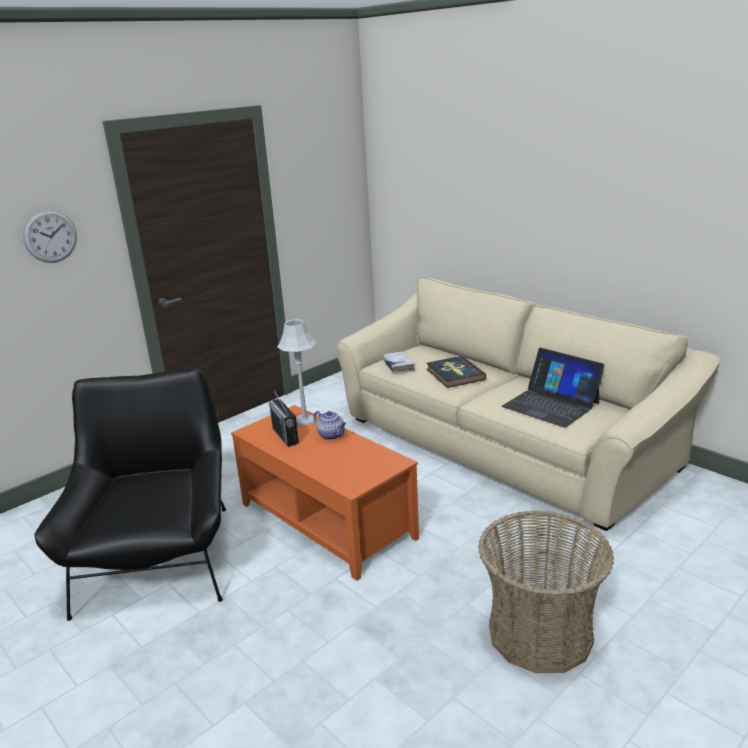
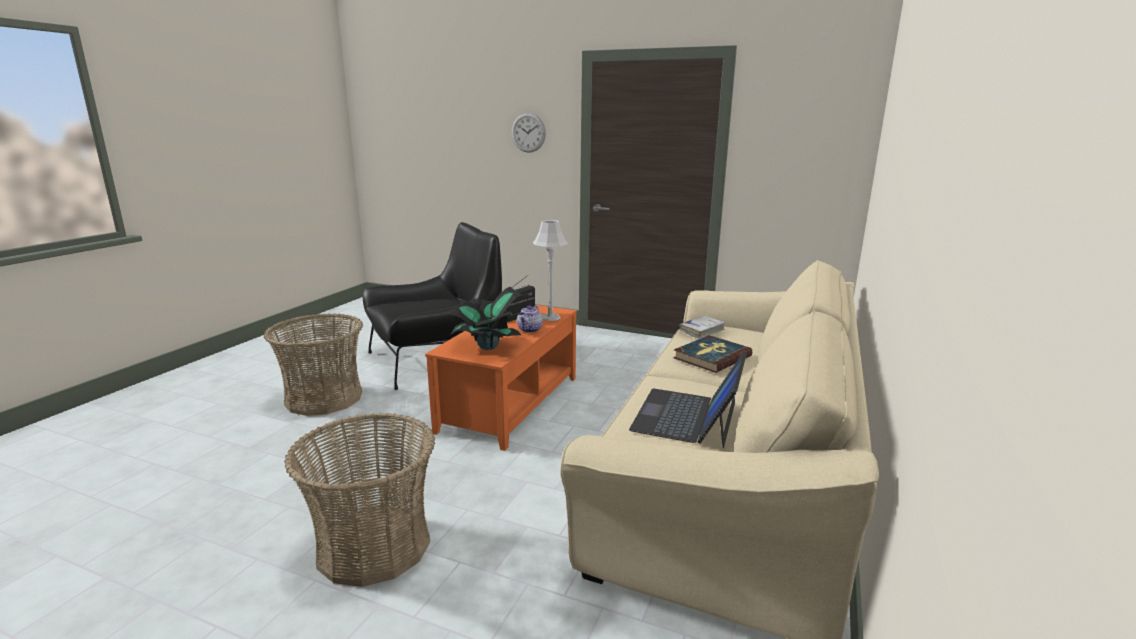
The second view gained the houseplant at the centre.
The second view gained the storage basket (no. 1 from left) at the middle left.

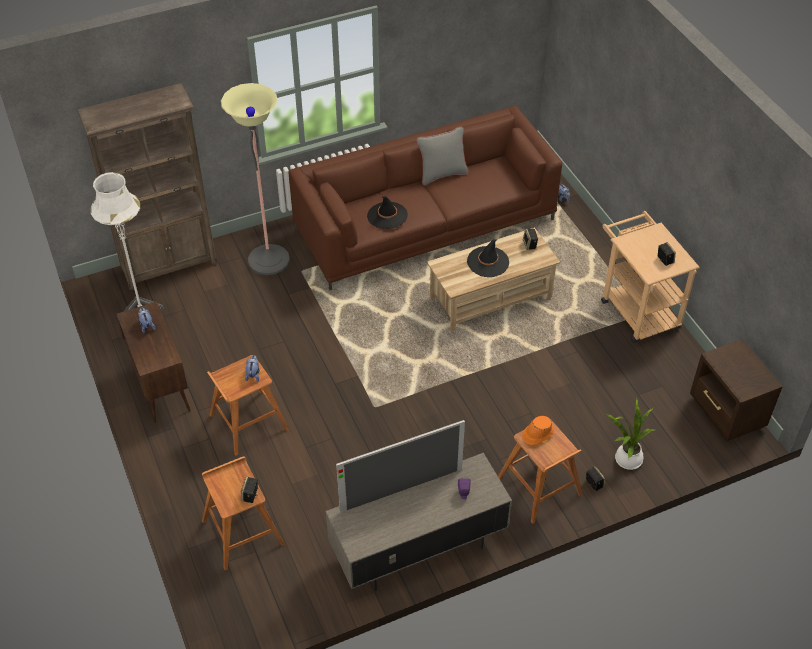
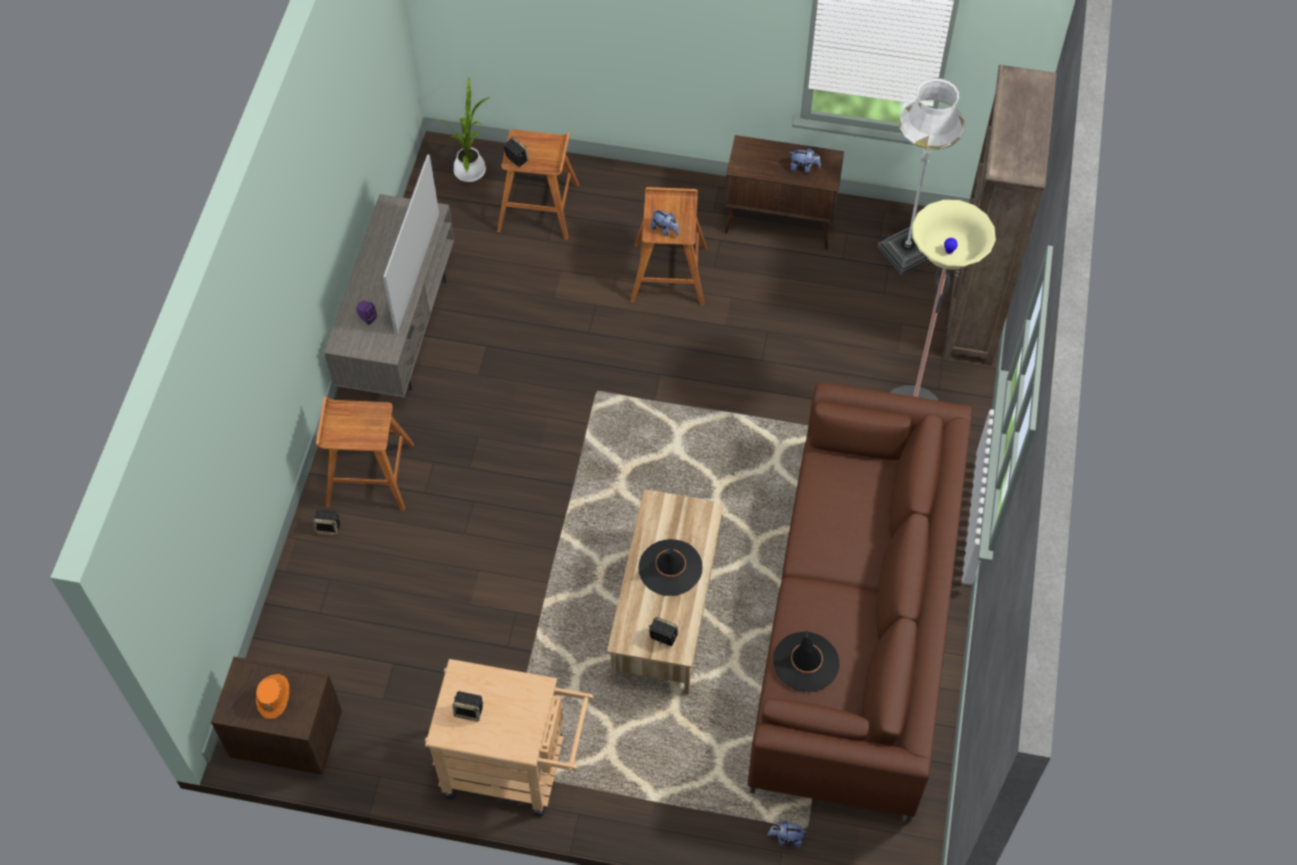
The second view lost the gray pillow at the top centre.
The black-coloured clothing hat (no. 1 from left in the first image) ended up elsewhere, having gone from the top centre to the bottom centre.
The houseplant ended up elsewhere, having gone from the bottom right to the top centre.
The orange-coloured clothing hat ended up elsewhere, having gone from the centre to the bottom left.

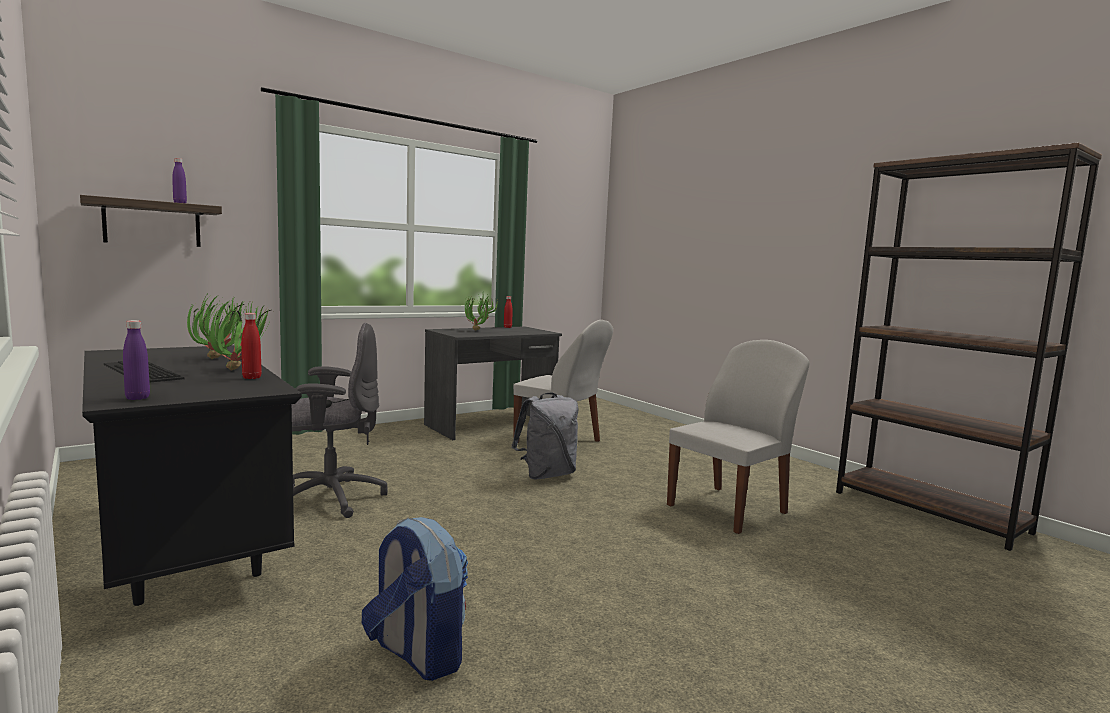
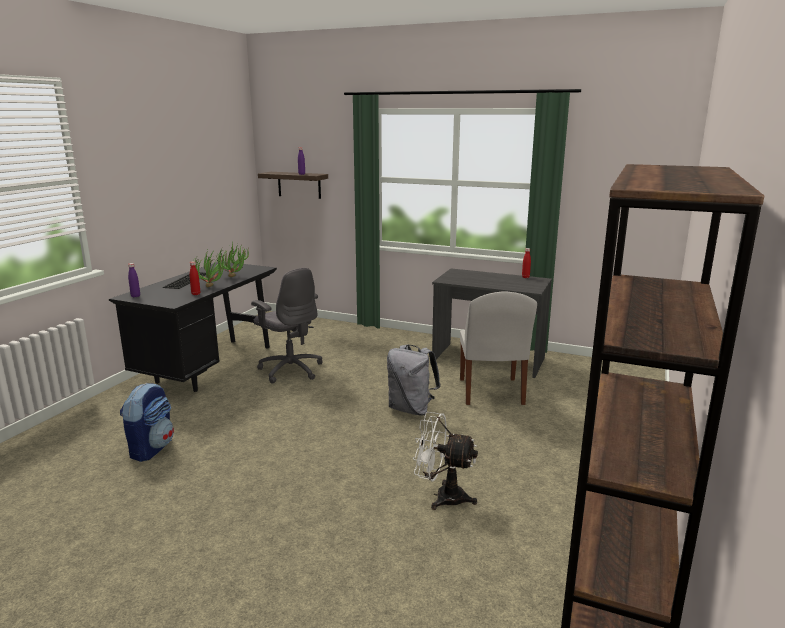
The second view lost the houseplant (no. 3 from left) at the centre.
Where the white-coloured plain chair (no. 2 from left) stood at the centre, the white-coloured electric fan came to stand at the bottom centre.

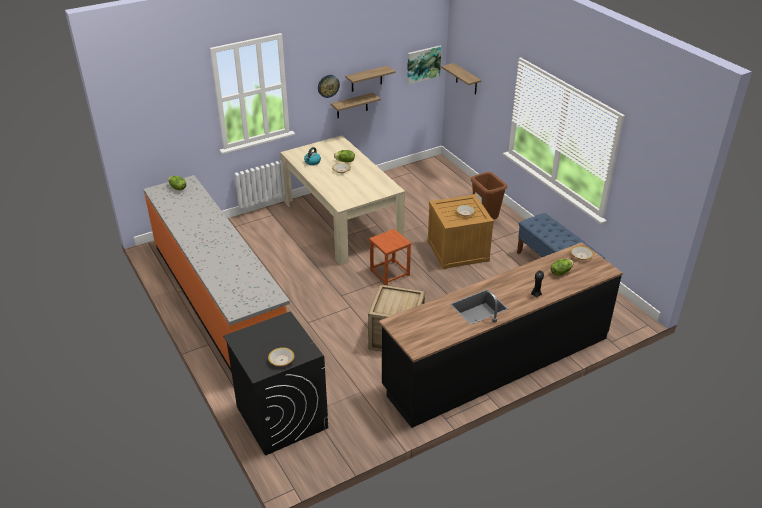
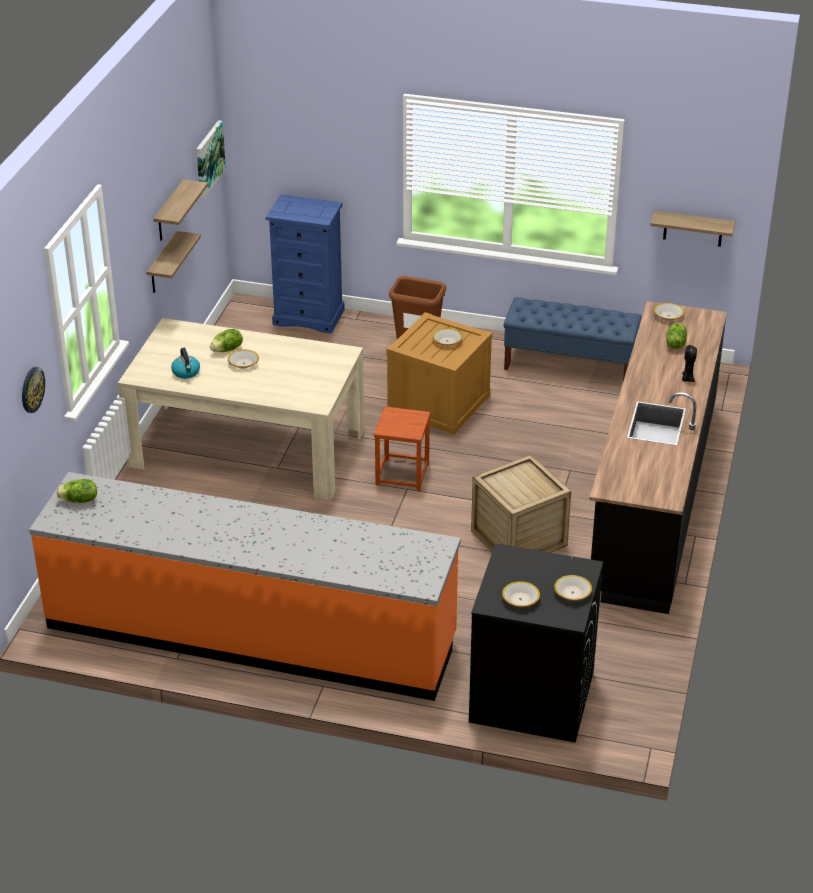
The shelf (no. 3 from left) ended up elsewhere, having gone from the top centre to the top right.
The hanging clock ended up elsewhere, having gone from the top centre to the middle left.
The second view gained the blue-coloured chest of drawers at the top centre.
The second view gained the bowl (no. 3 from left) at the centre.

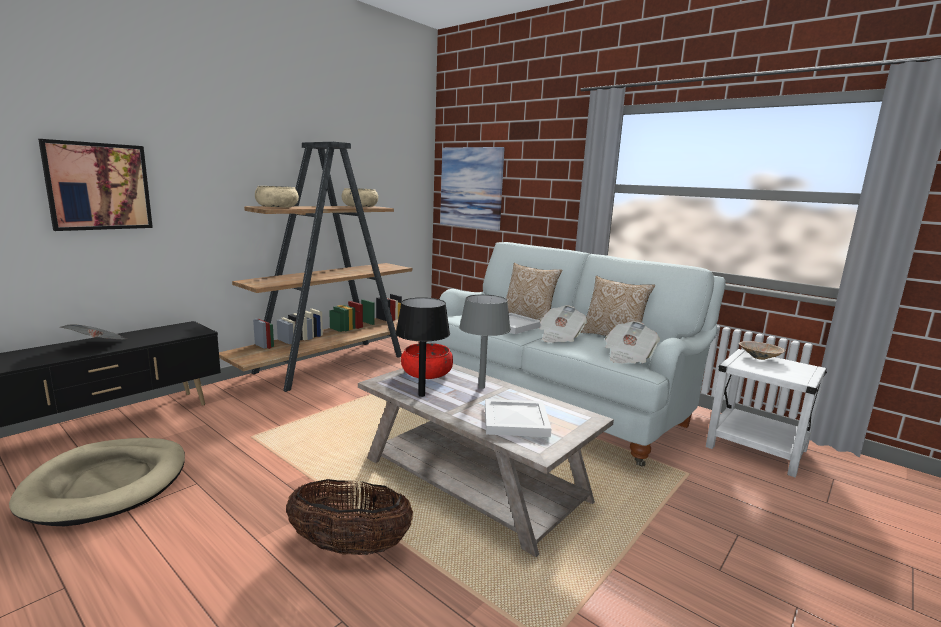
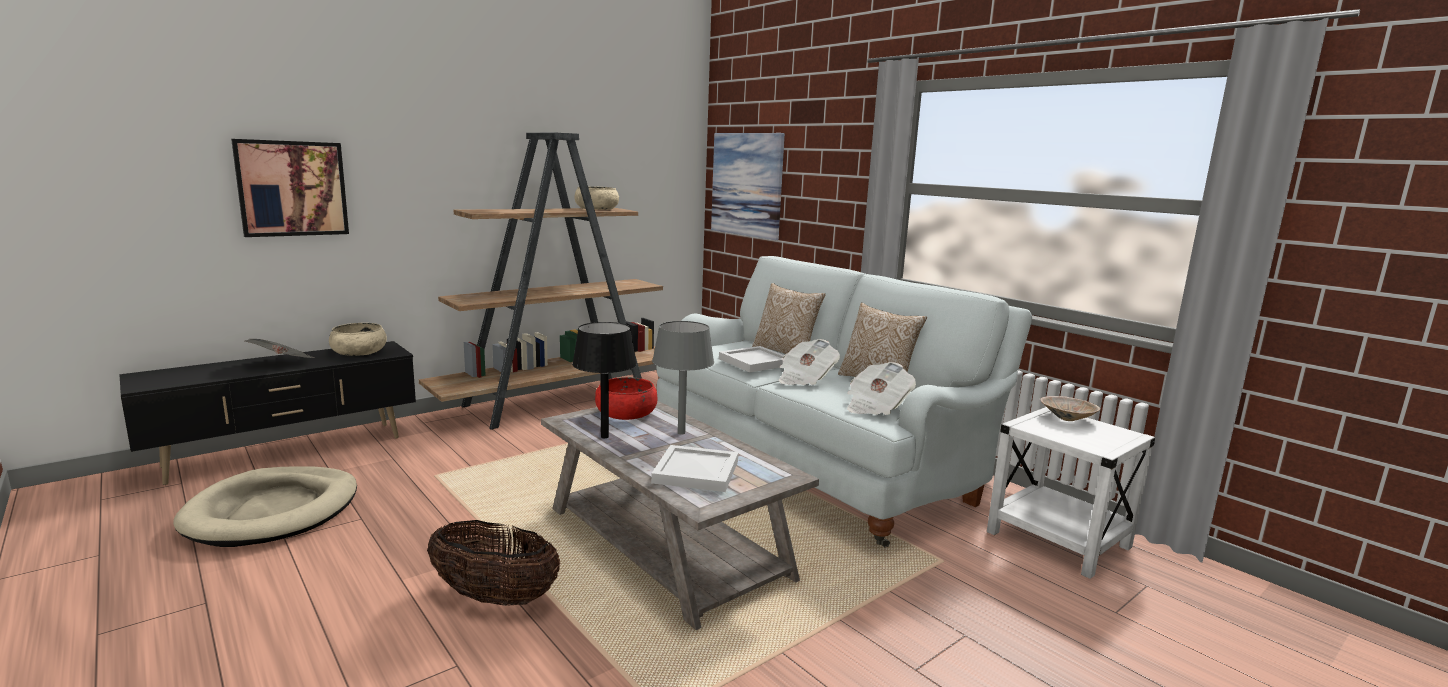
The sand-coloured bowl (no. 1 from left) ended up elsewhere, having gone from the top left to the middle left.

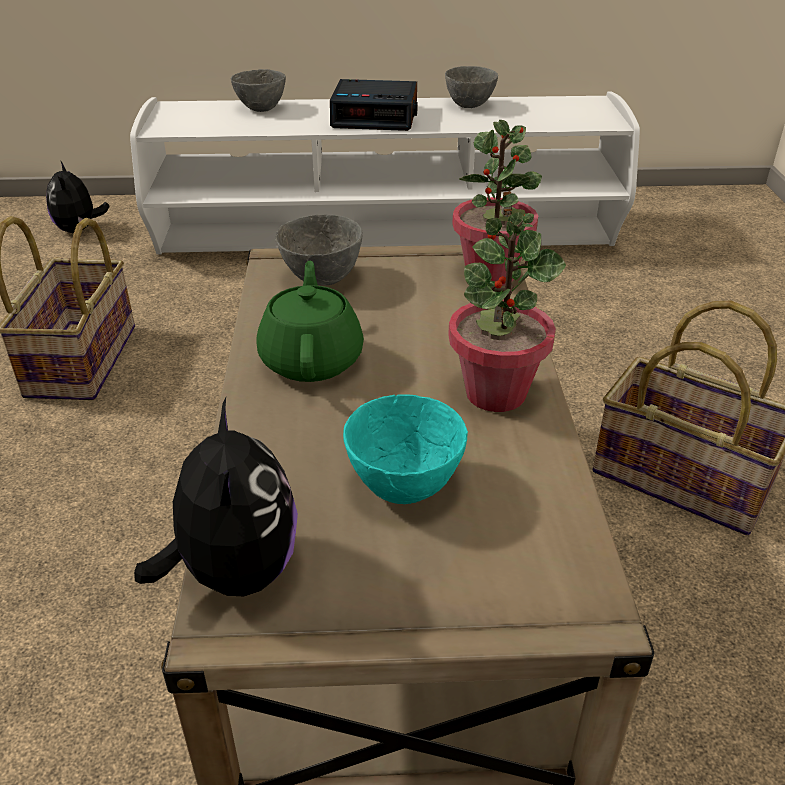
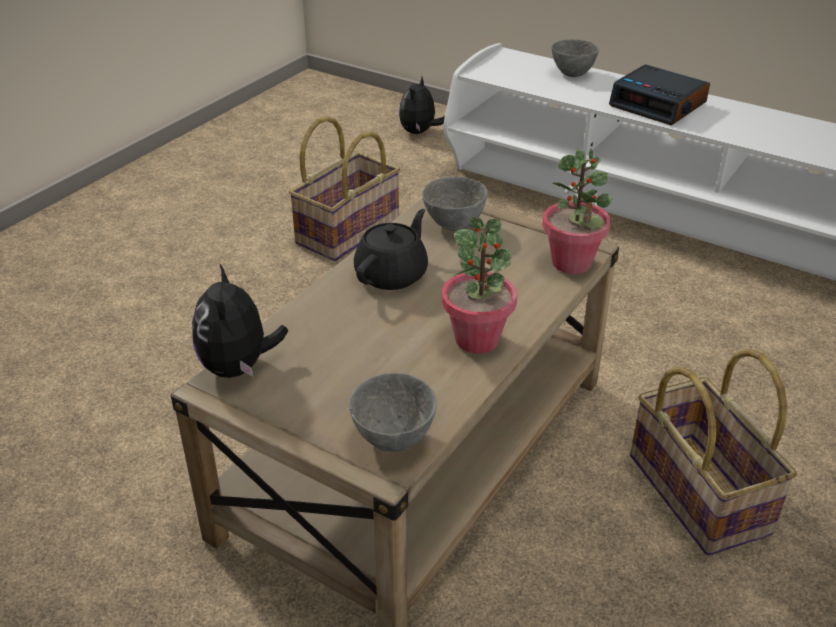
The gray bowl (no. 3 from left in the first image) ended up elsewhere, having gone from the top centre to the centre.
What was the green-coloured teapot at the centre turned into the black-coloured teapot at the centre.
The second view lost the turquoise-coloured bowl at the centre.
The cuddly toy (no. 2 from left in the first image) at the middle left ended up facing another way, 150 degrees clockwise from before.

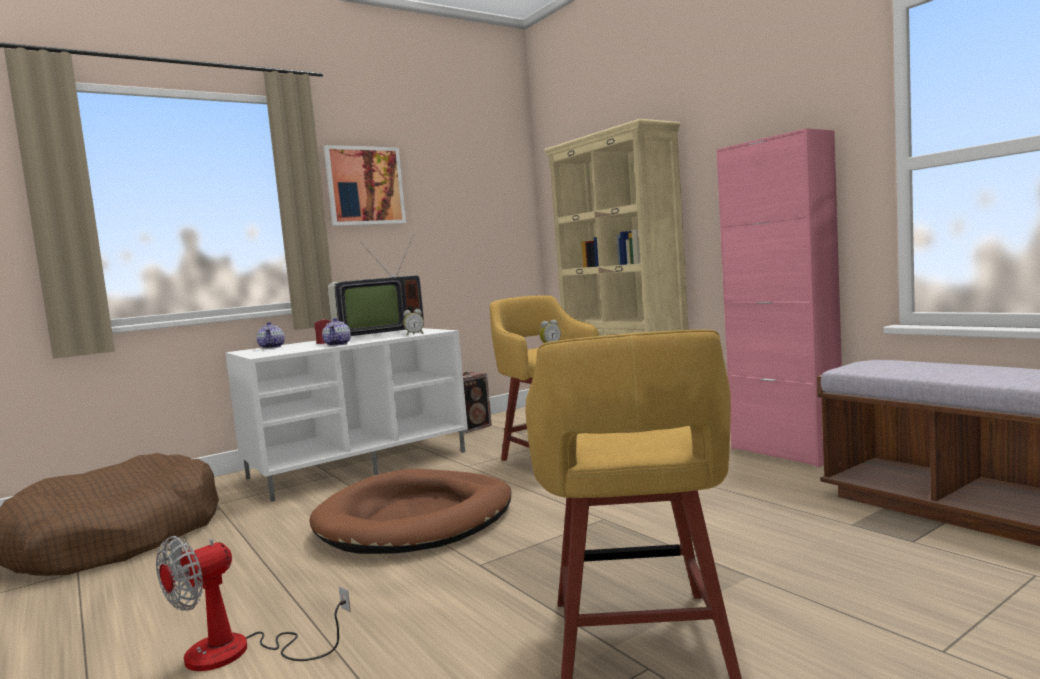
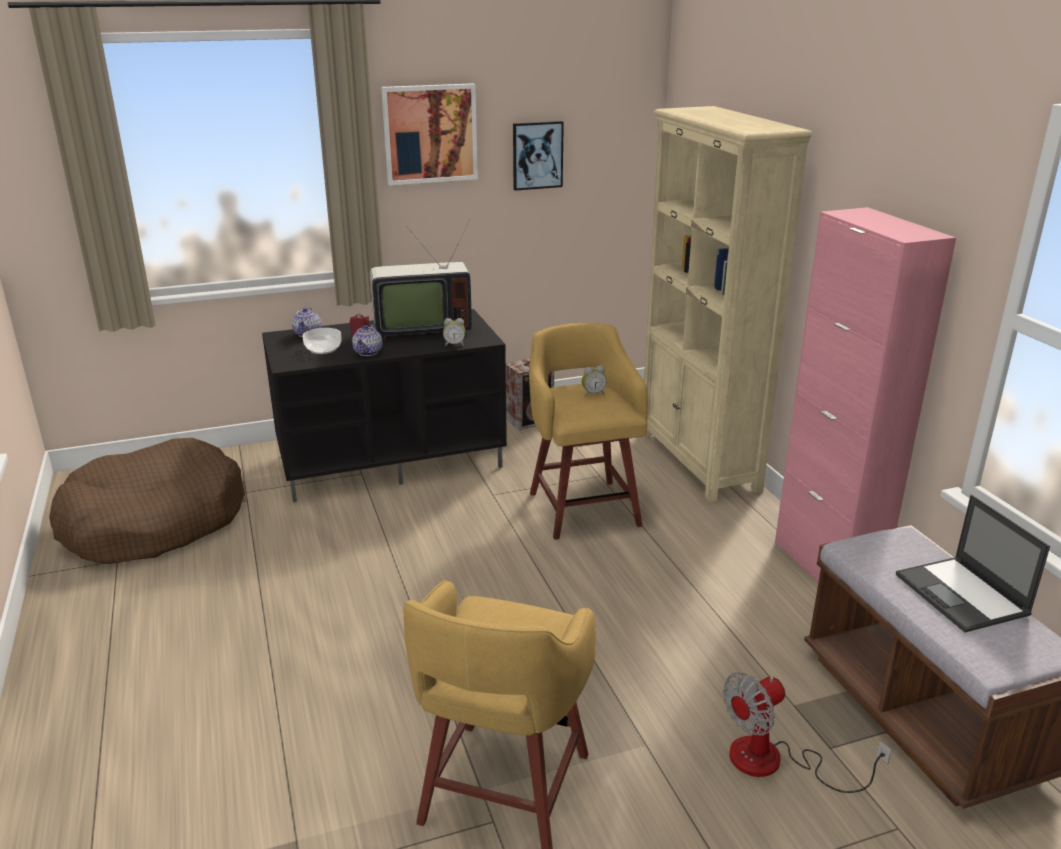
What was the white-coloured tv unit at the middle left turned into the black-coloured tv unit at the centre.
The second view lost the brown dog cushion (no. 2 from left) at the bottom centre.
The electric fan ended up elsewhere, having gone from the bottom left to the bottom right.
The second view gained the picture (no. 2 from left) at the top centre.
The second view gained the bowl at the middle left.
The second view gained the portable computer at the middle right.

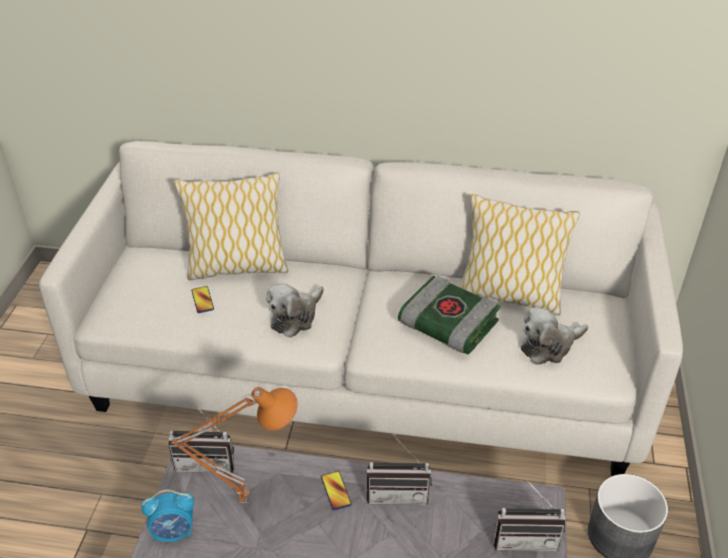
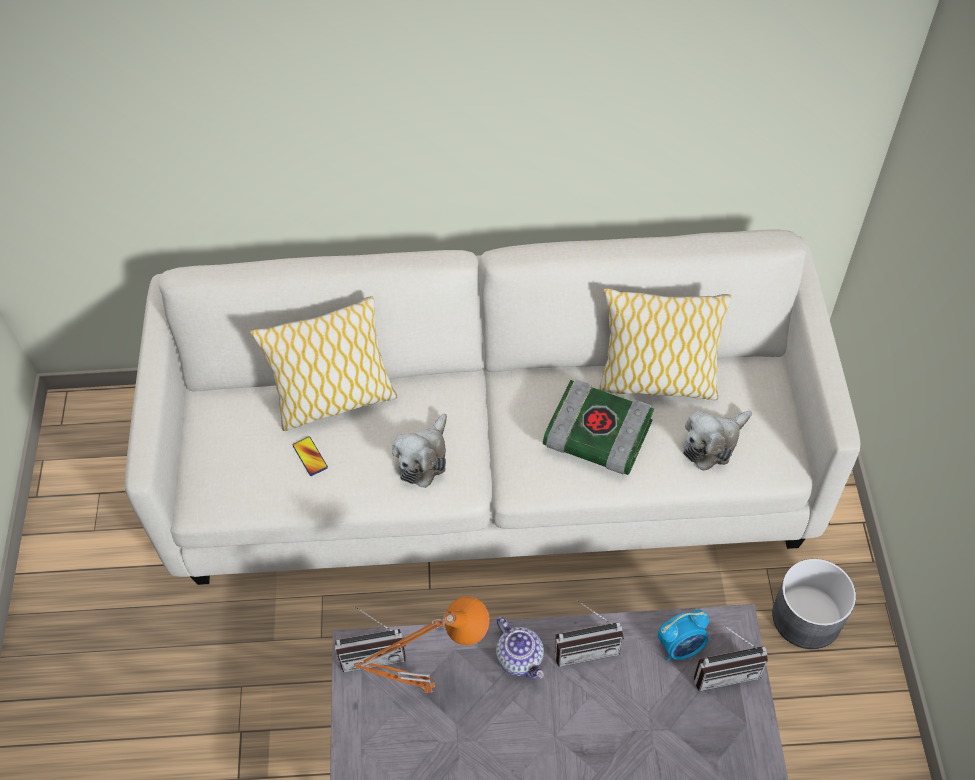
Where the handset (no. 2 from left) stood at the bottom centre, the teapot came to stand at the bottom centre.
The table clock ended up elsewhere, having gone from the bottom left to the bottom right.

